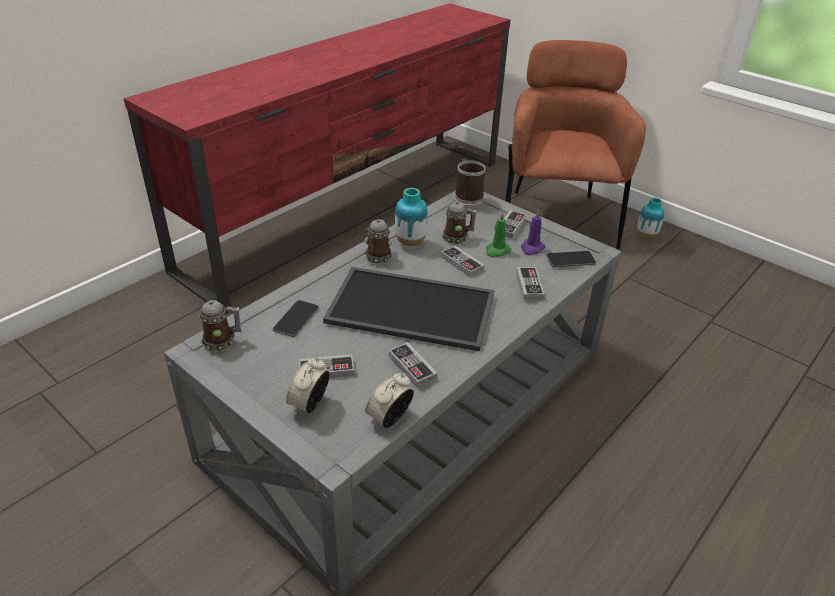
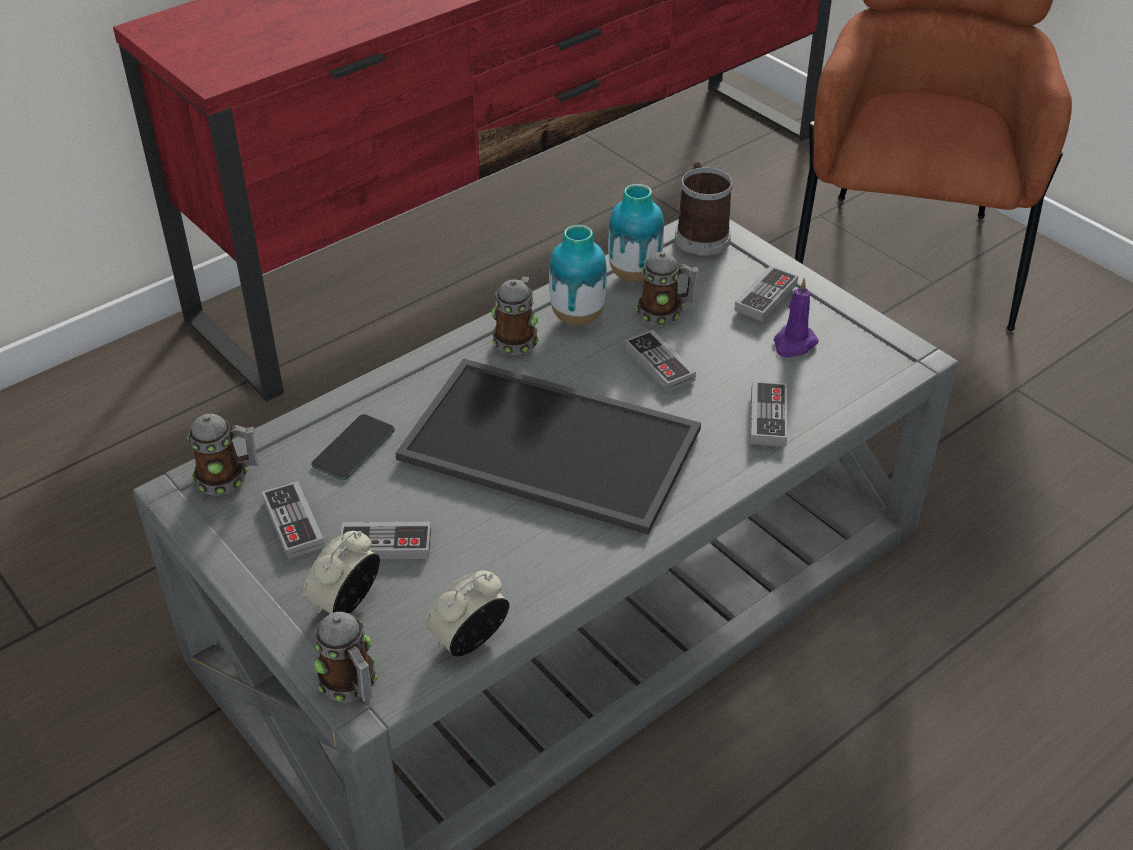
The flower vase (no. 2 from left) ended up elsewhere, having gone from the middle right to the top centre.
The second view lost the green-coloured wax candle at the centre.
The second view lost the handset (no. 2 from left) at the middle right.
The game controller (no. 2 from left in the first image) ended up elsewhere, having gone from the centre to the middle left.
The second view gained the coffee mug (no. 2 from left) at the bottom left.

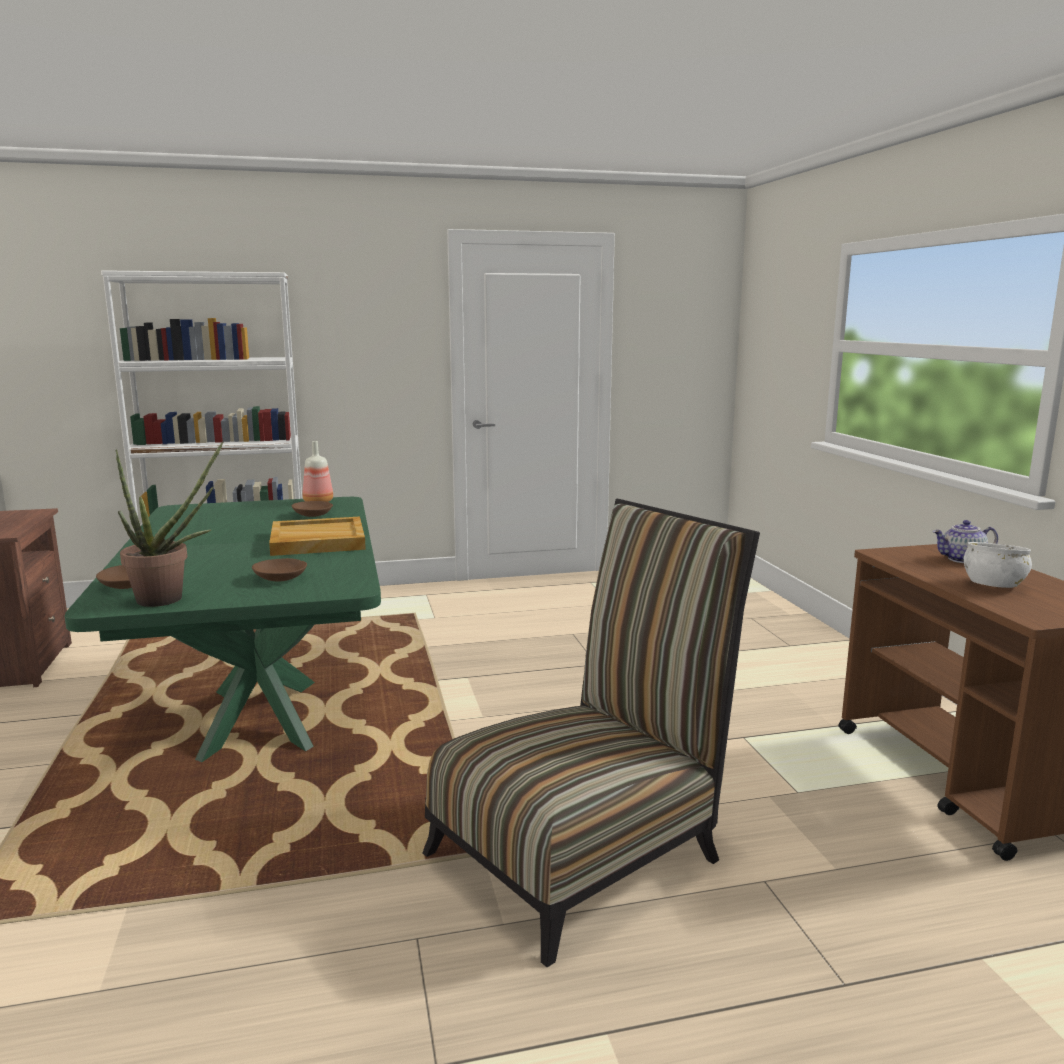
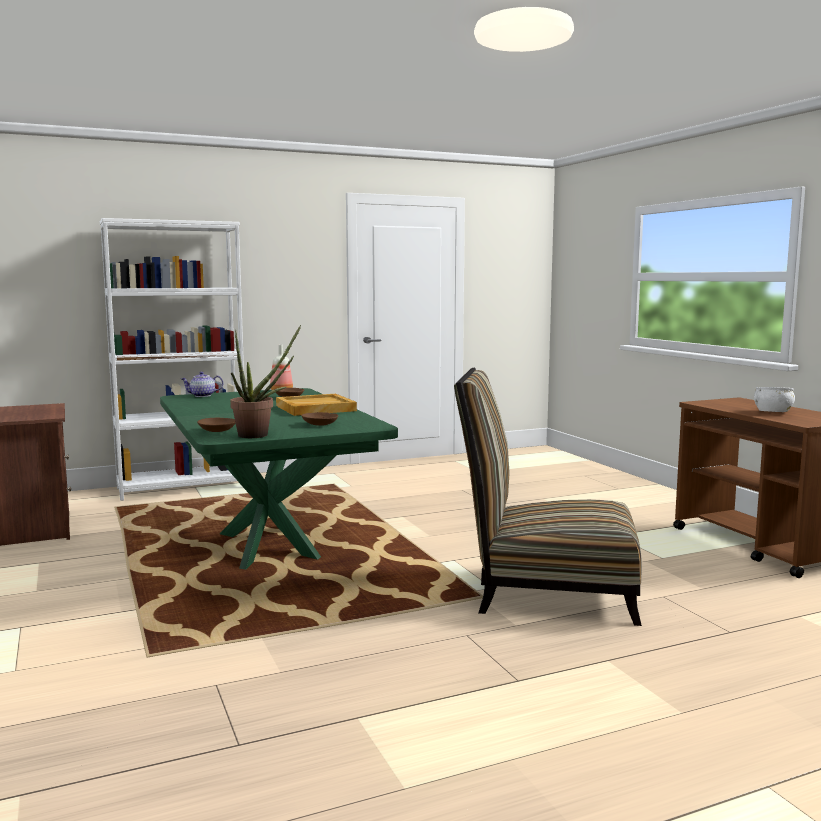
The plain chair at the bottom centre ended up facing another way, 120 degrees counterclockwise from before.
The teapot ended up elsewhere, having gone from the middle right to the middle left.

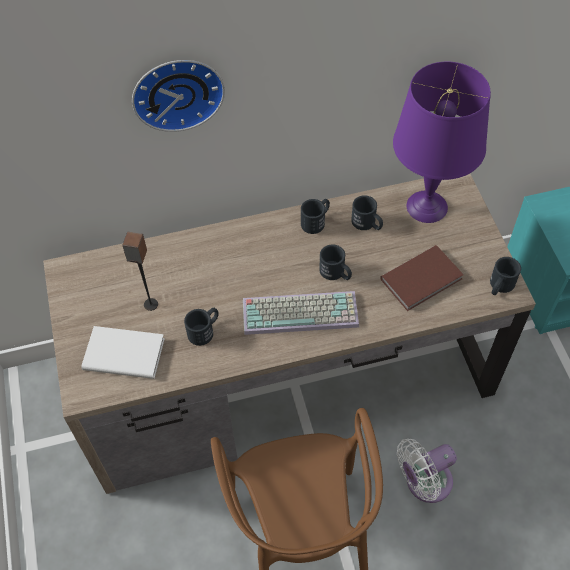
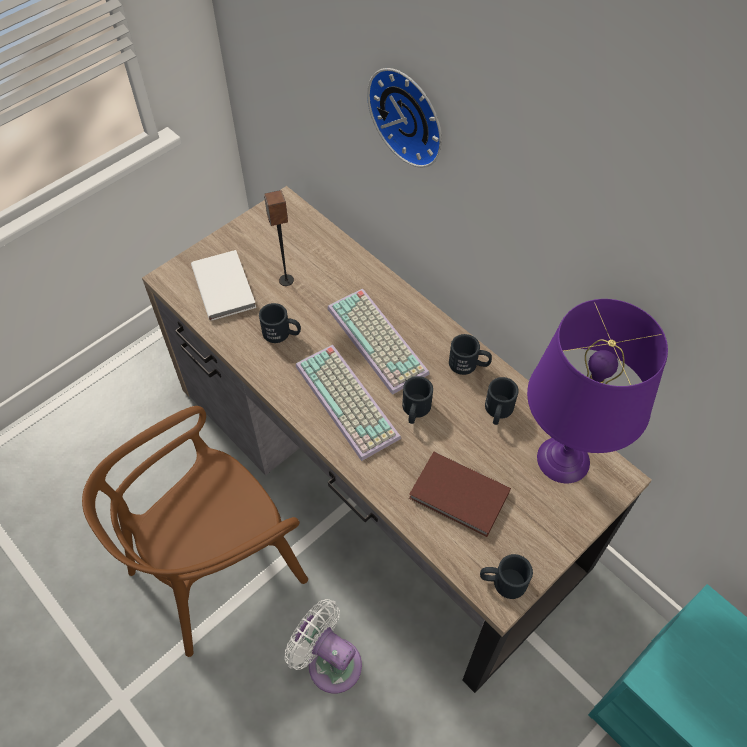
The second view gained the PC keyboard (no. 2 from left) at the centre.

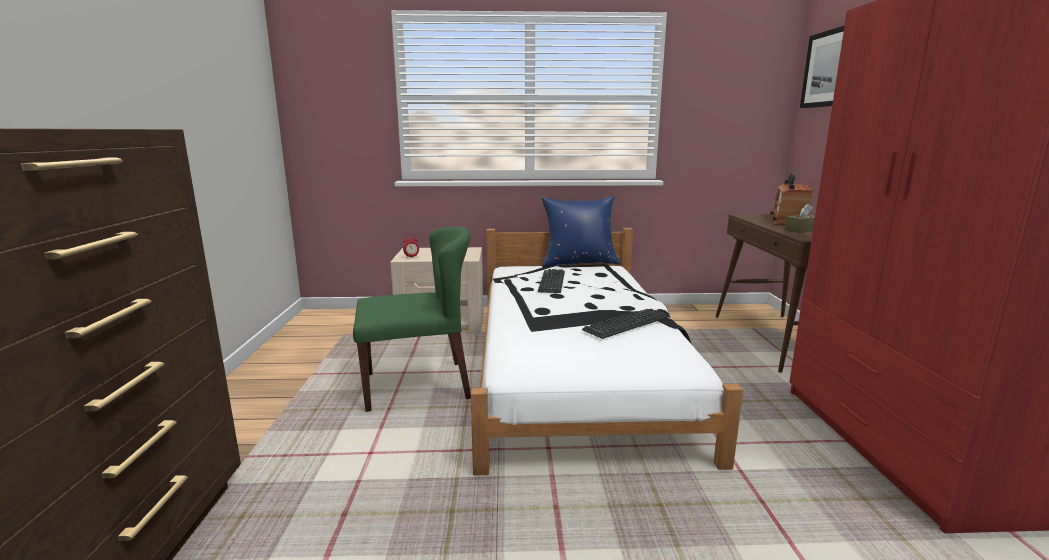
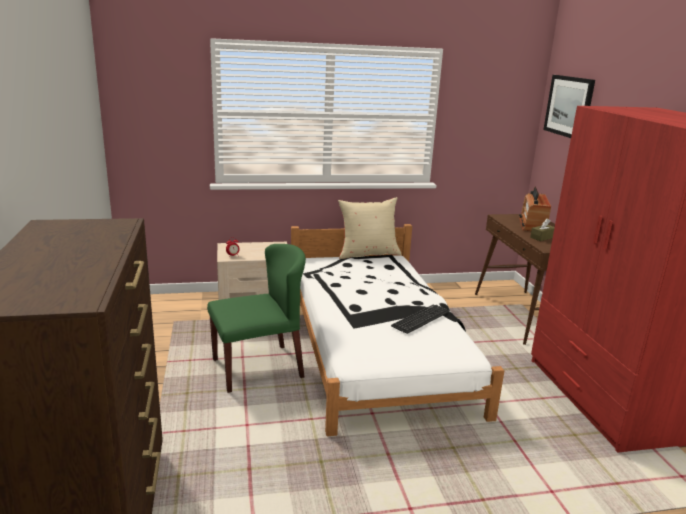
What was the blue-coloured pillow at the centre turned into the sand-coloured pillow at the centre.
The second view lost the PC keyboard (no. 1 from left) at the centre.

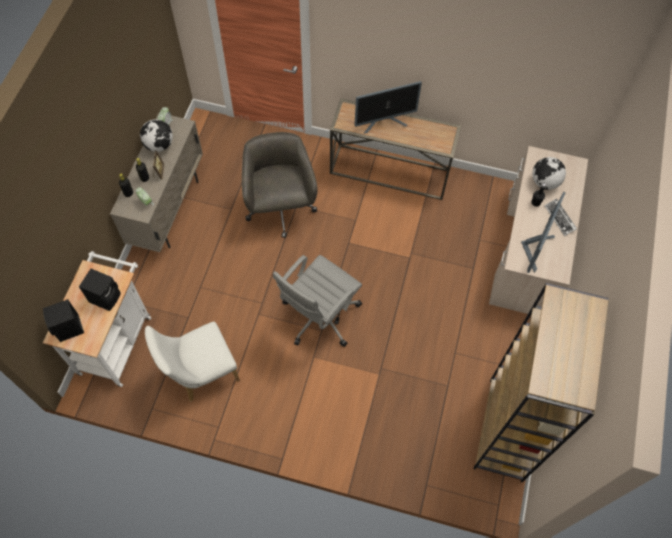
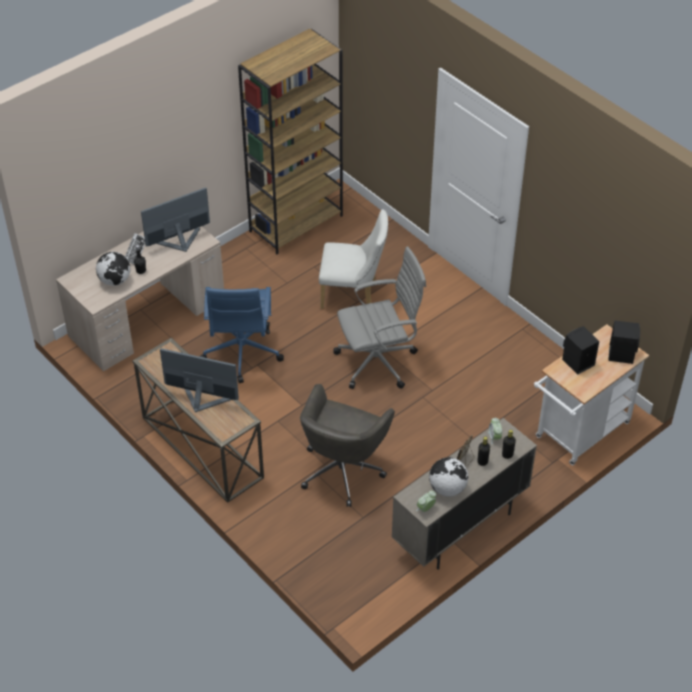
The white-coloured plain chair ended up elsewhere, having gone from the bottom left to the centre.
The second view gained the blue-coloured desk chair at the centre.

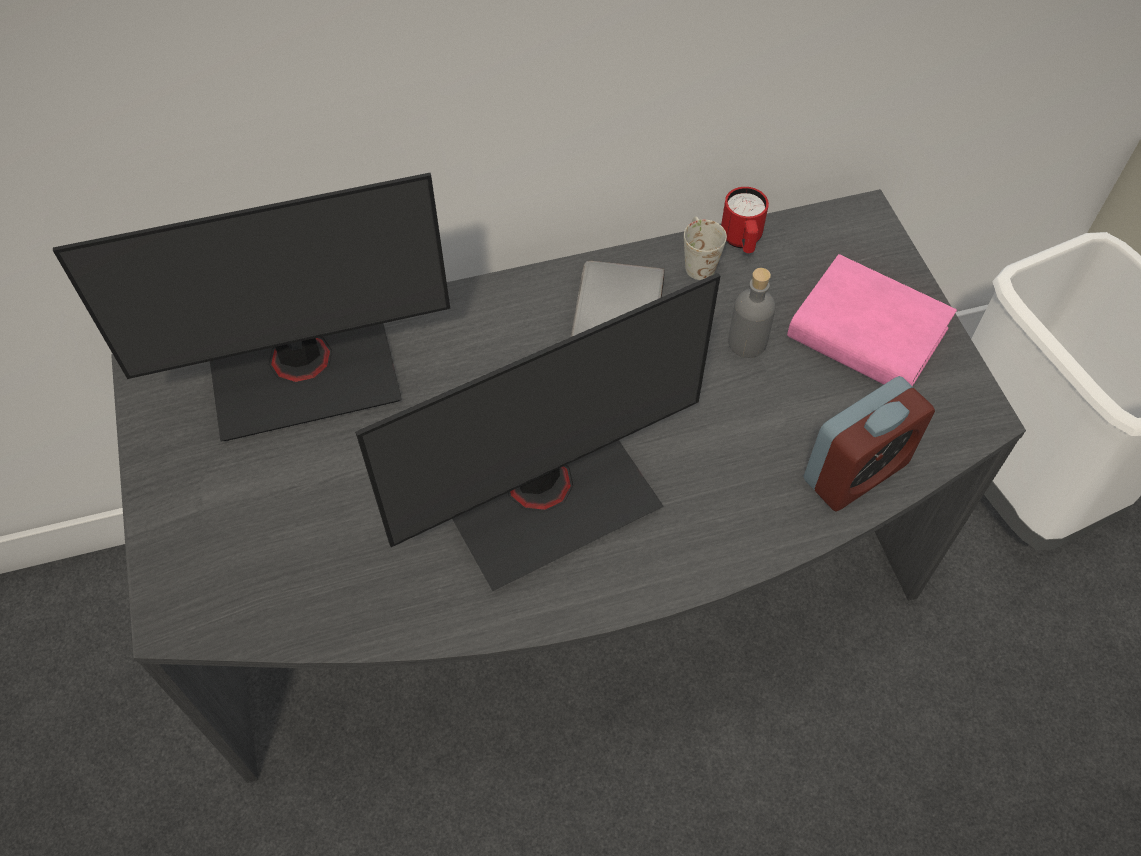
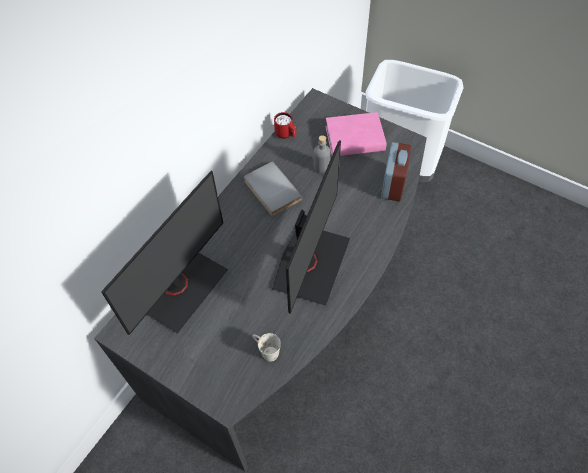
The white-coloured coffee mug ended up elsewhere, having gone from the top centre to the bottom centre.

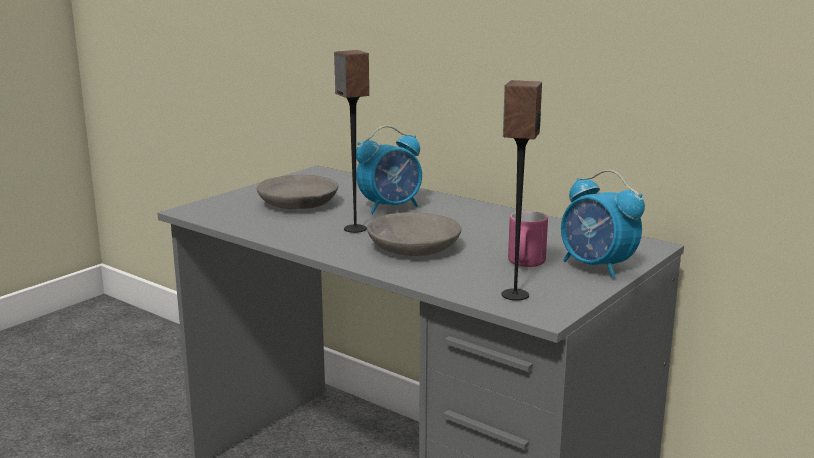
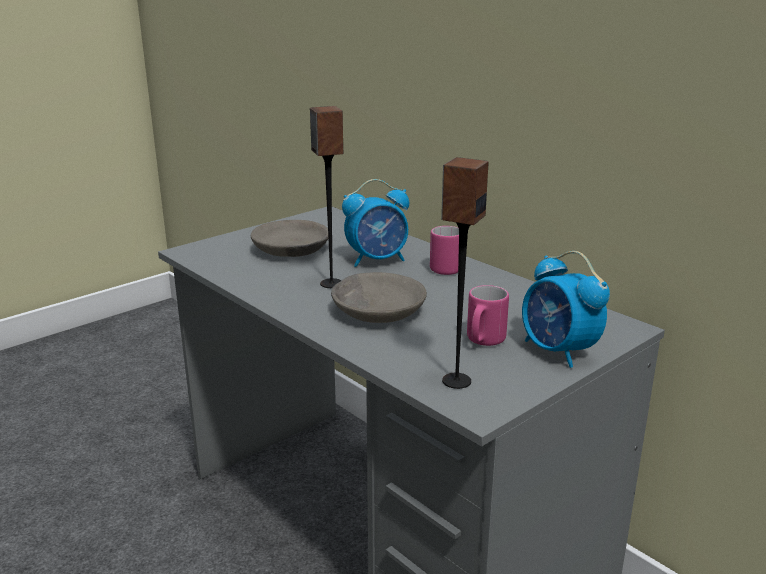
The second view gained the pinkish coffee mug (no. 1 from left) at the centre.

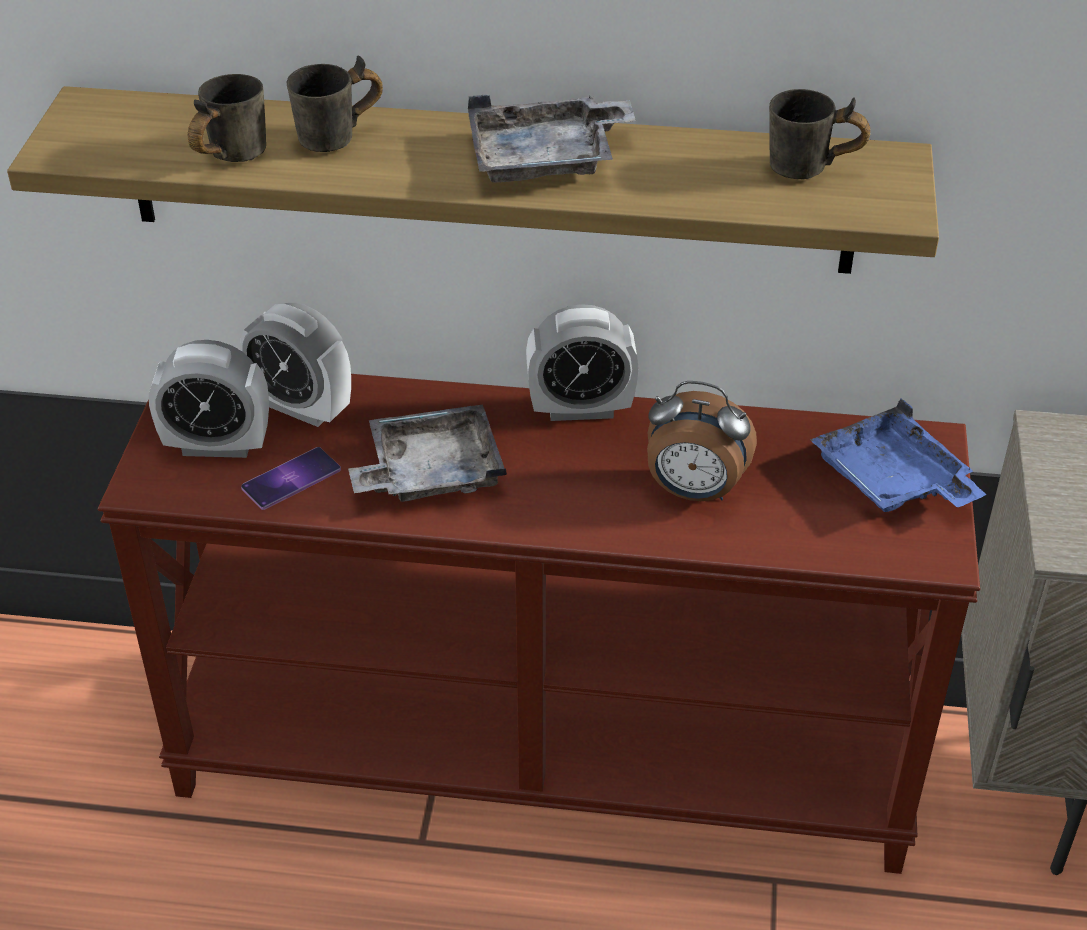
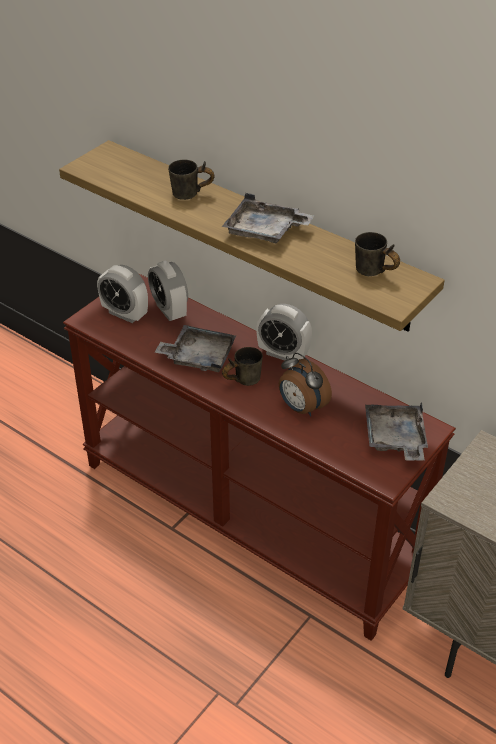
The gray coffee mug (no. 1 from left in the first image) ended up elsewhere, having gone from the top left to the centre.
What was the blue-coloured carrying tray at the middle right turned into the gray carrying tray (no. 3 from left) at the middle right.
The second view lost the handset at the middle left.

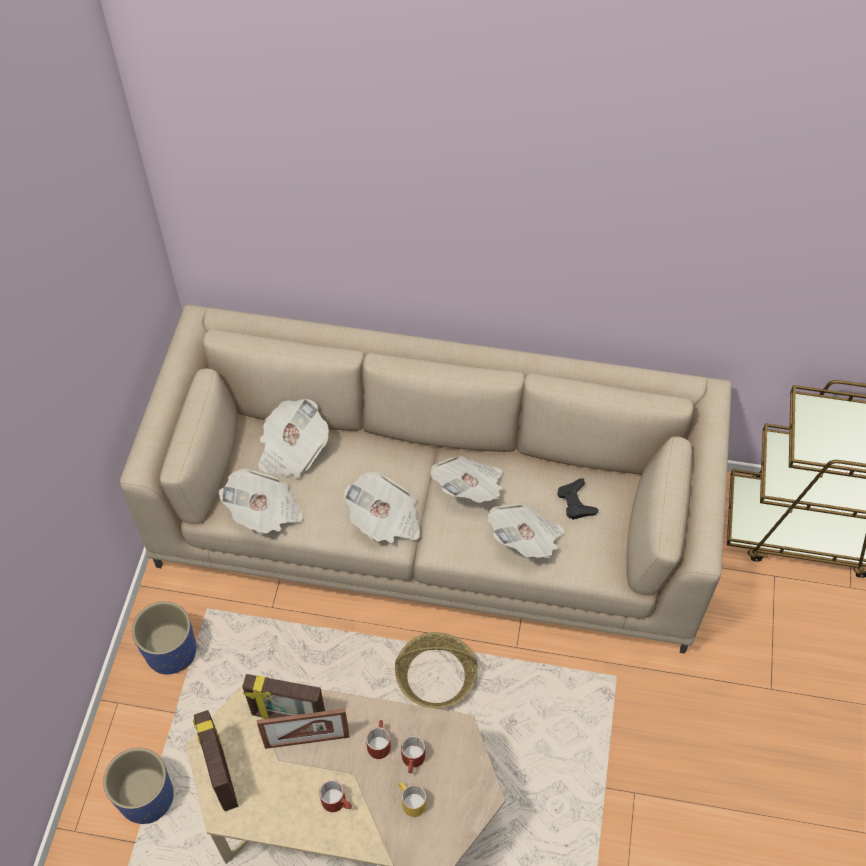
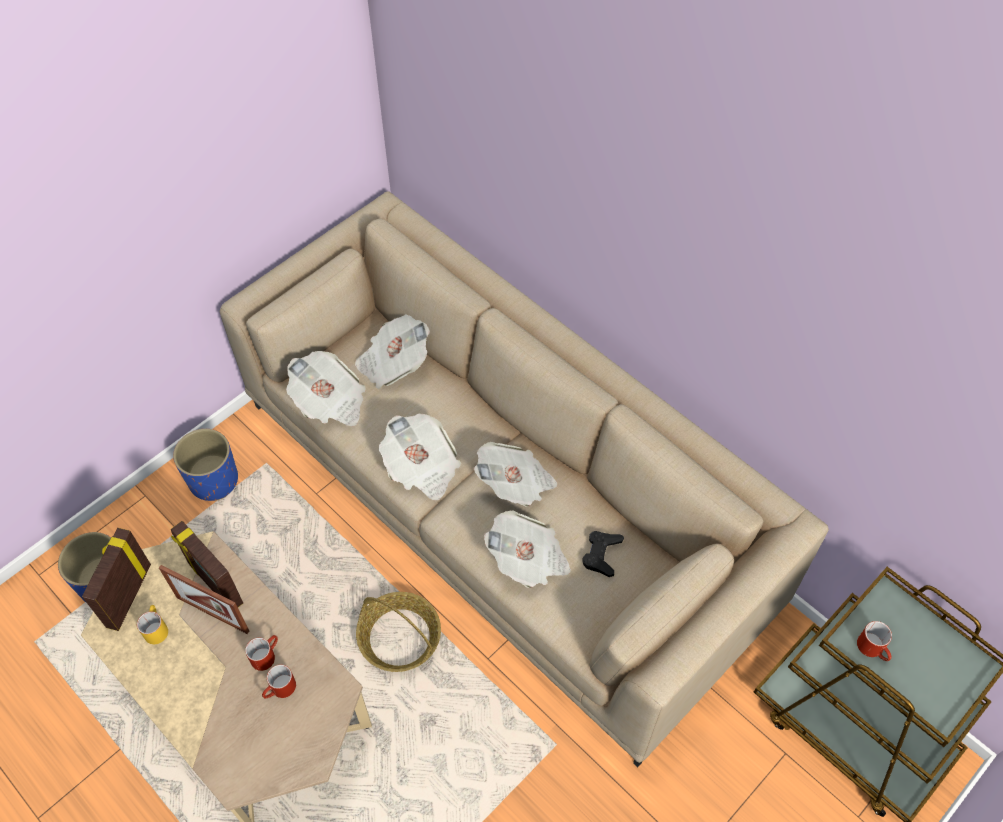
The reddish coffee mug (no. 1 from left in the first image) ended up elsewhere, having gone from the bottom centre to the bottom right.
The yellow coffee mug ended up elsewhere, having gone from the bottom centre to the bottom left.

